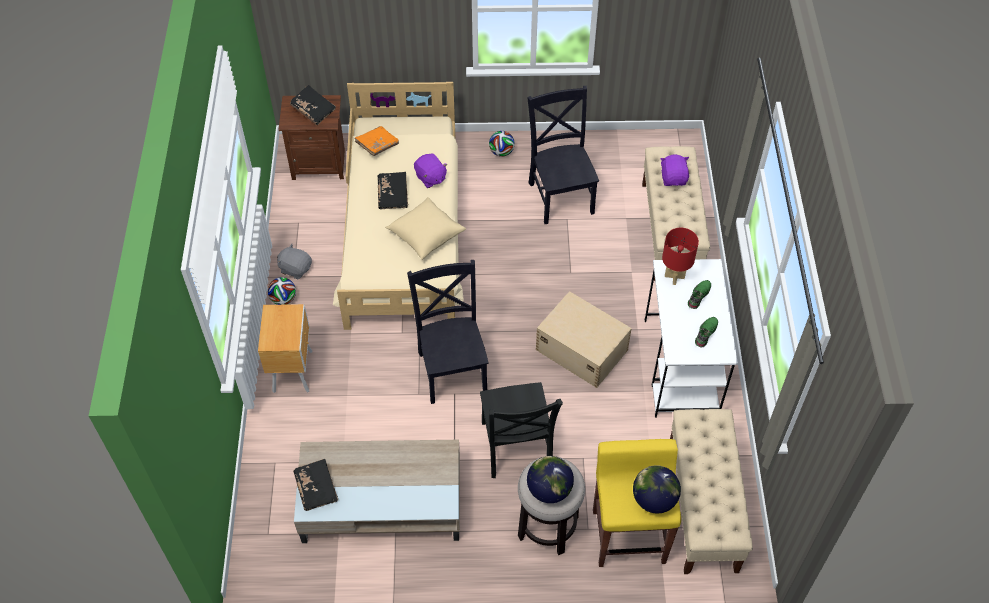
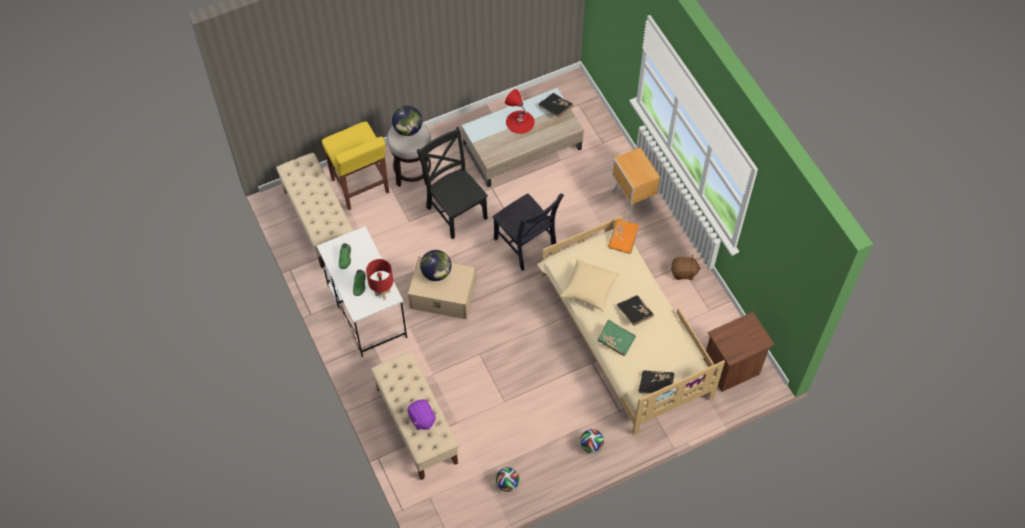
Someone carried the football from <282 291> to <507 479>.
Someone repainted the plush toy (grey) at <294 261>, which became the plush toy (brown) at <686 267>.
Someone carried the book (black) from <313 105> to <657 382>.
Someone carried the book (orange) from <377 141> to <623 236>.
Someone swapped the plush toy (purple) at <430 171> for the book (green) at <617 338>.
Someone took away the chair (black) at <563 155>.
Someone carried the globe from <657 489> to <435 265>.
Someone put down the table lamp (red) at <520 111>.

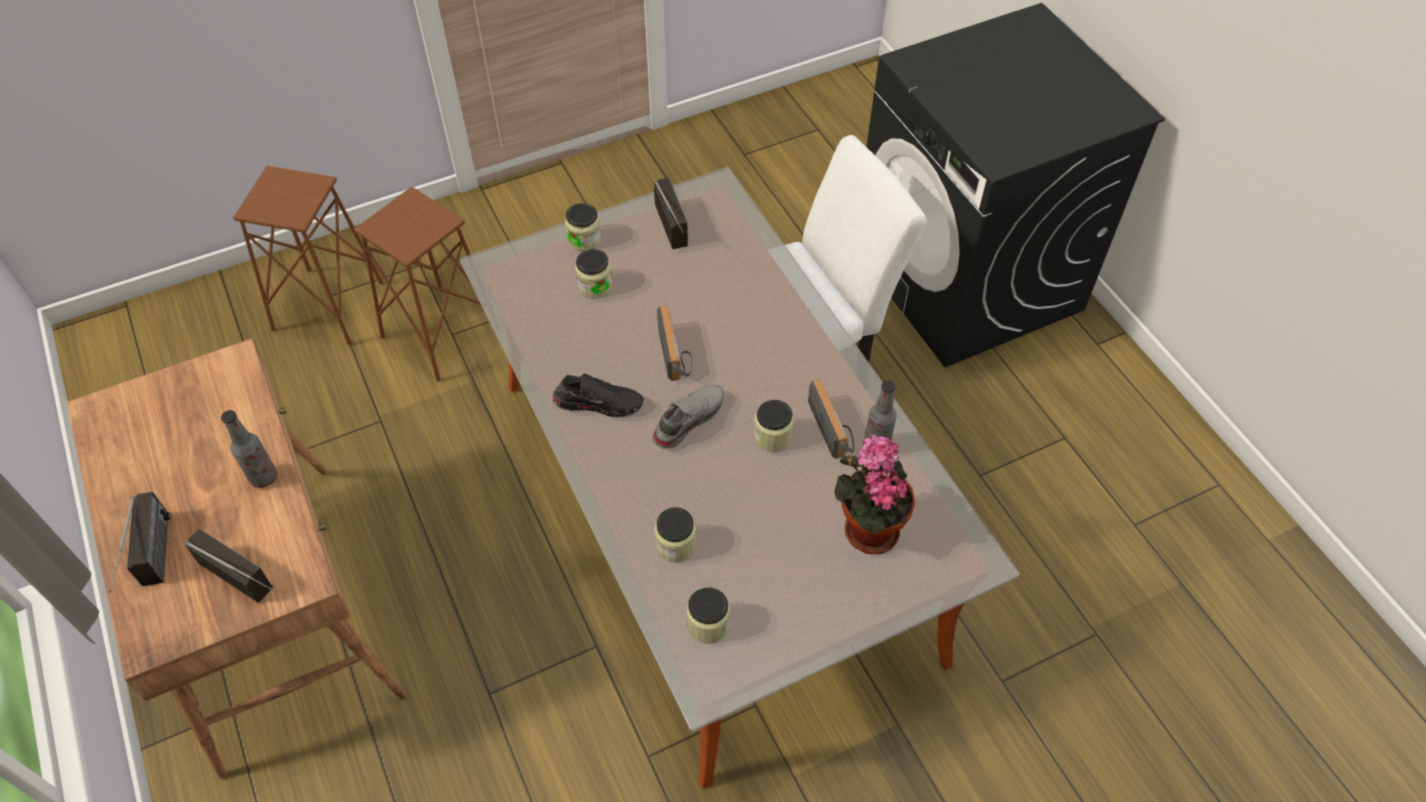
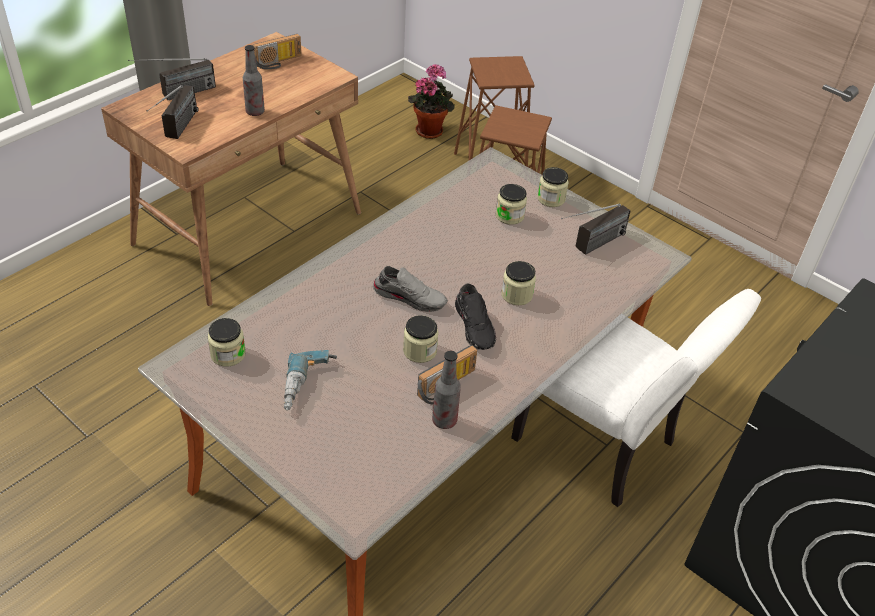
Someone carried the shoe (black) from <598 395> to <475 317>.
Someone carried the jar from <675 534> to <518 283>.
Someone carried the radio from <674 343> to <277 52>.
Someone carried the potted plant from <874 494> to <431 101>.
Someone put down the power drill at <310 380>.

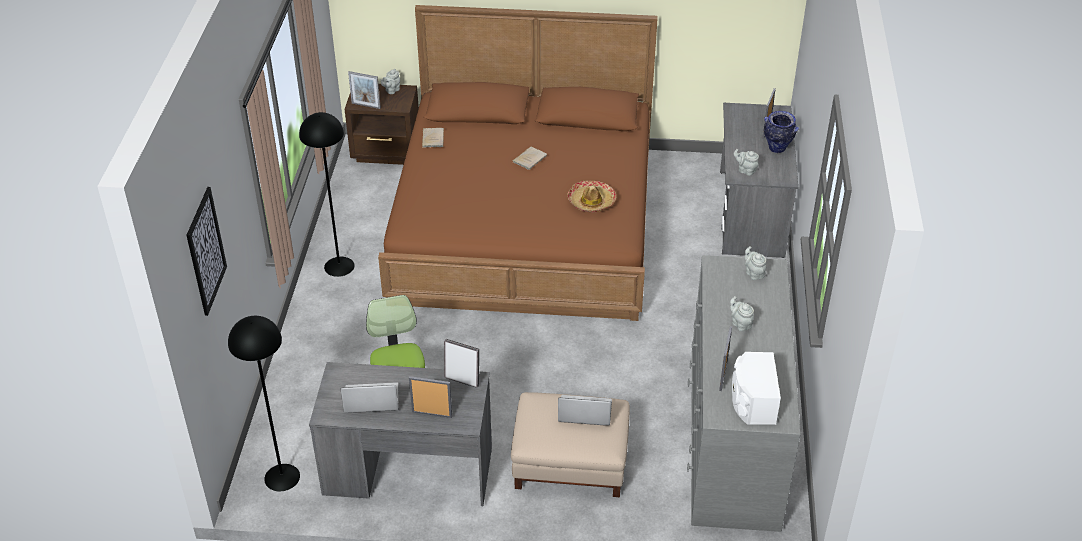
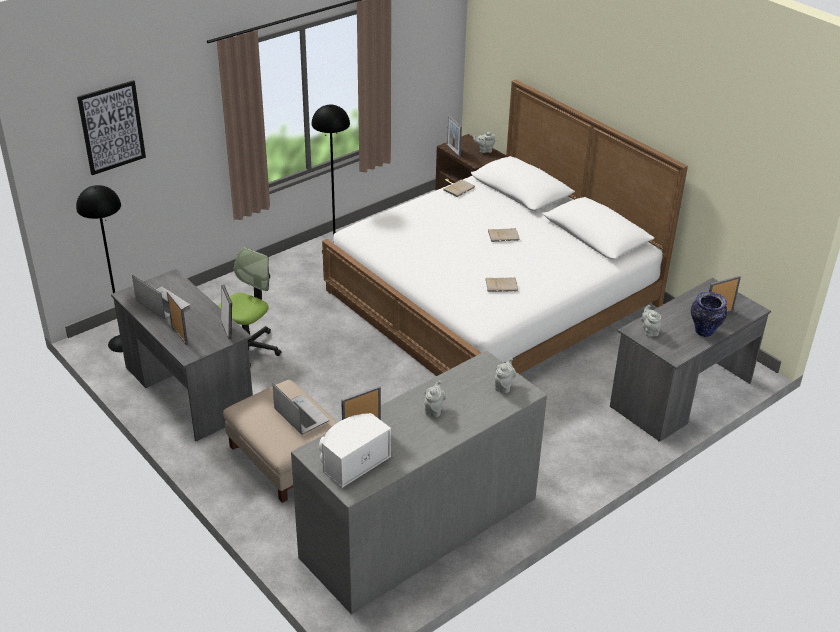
Someone repainted the bed (brown) at <518 163>, which became the bed (white) at <505 228>.
Someone swapped the hat at <591 196> for the book (beige) at <502 284>.

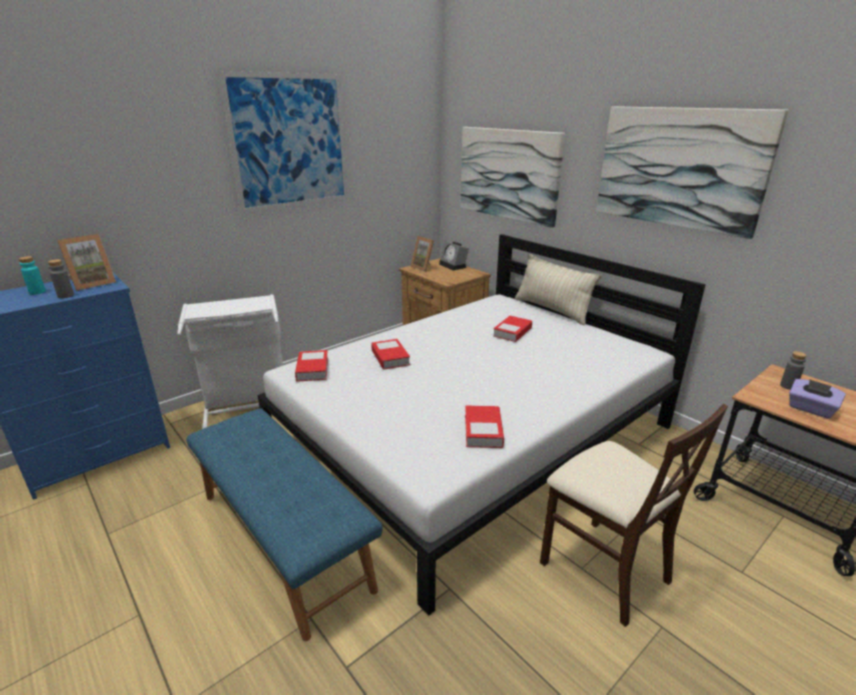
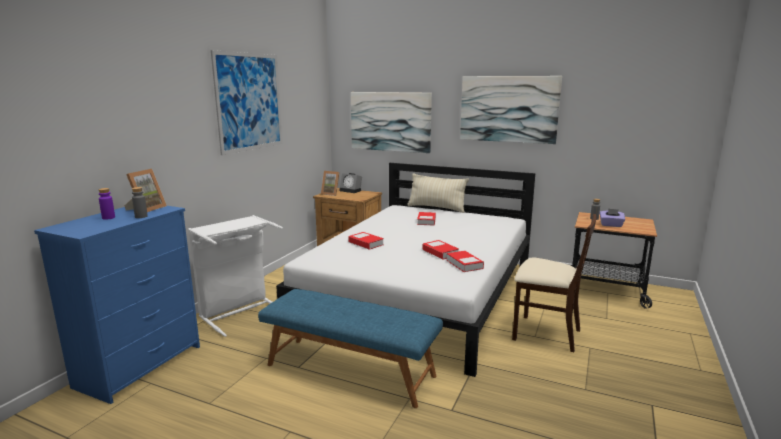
Someone repainted the bottle (turquoise) at <32 275>, which became the bottle (purple) at <106 204>.
Someone carried the book from <311 366> to <440 250>.

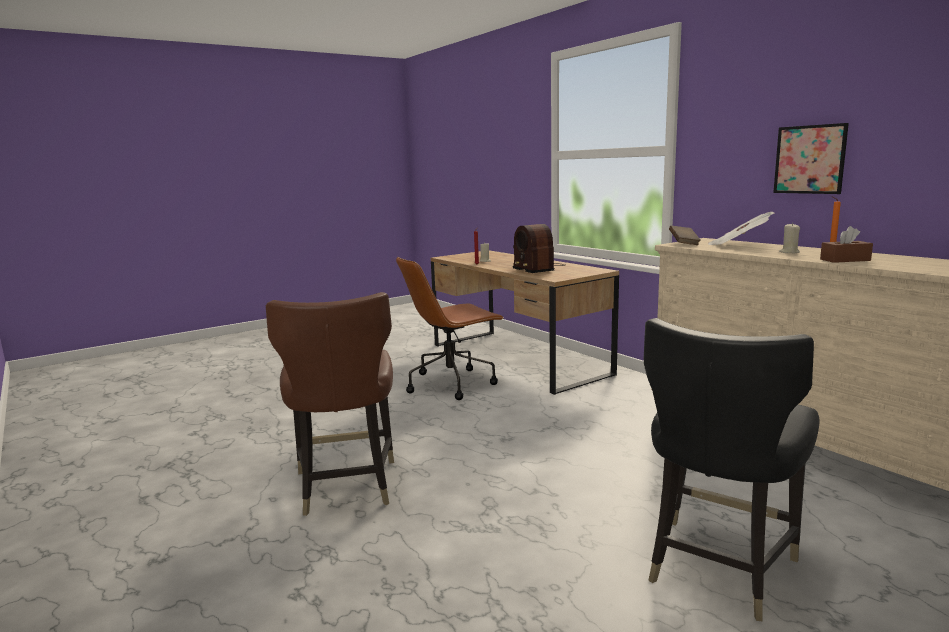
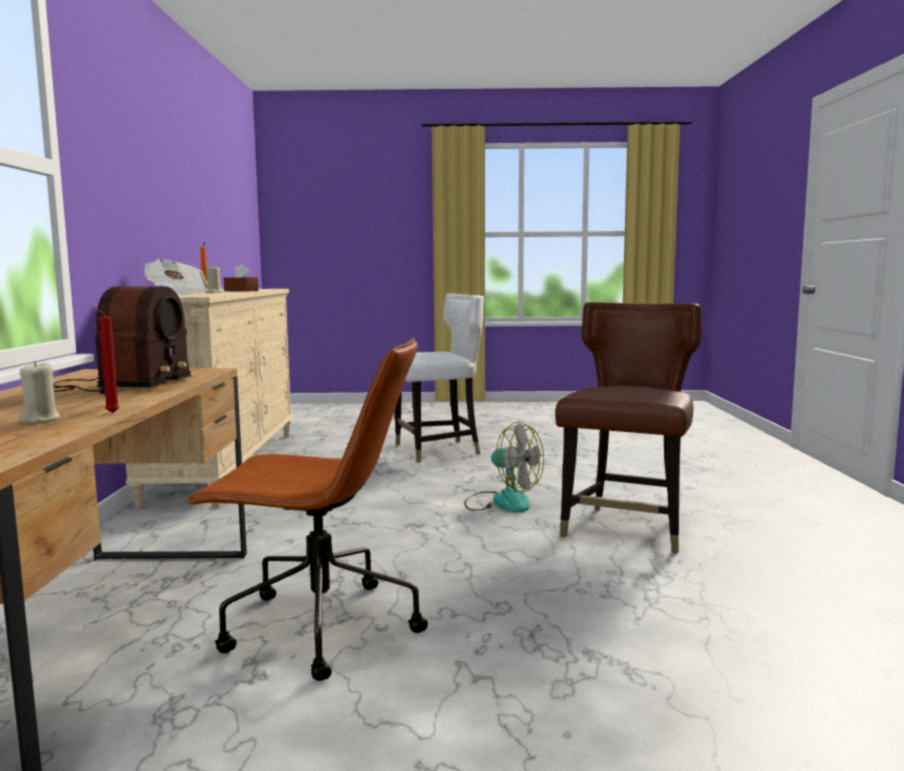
Someone repainted the chair (black) at <731 469>, which became the chair (white) at <439 378>.
Someone took away the book (brown) at <685 235>.
Someone took away the picture at <811 158>.
Someone put down the fan at <504 467>.

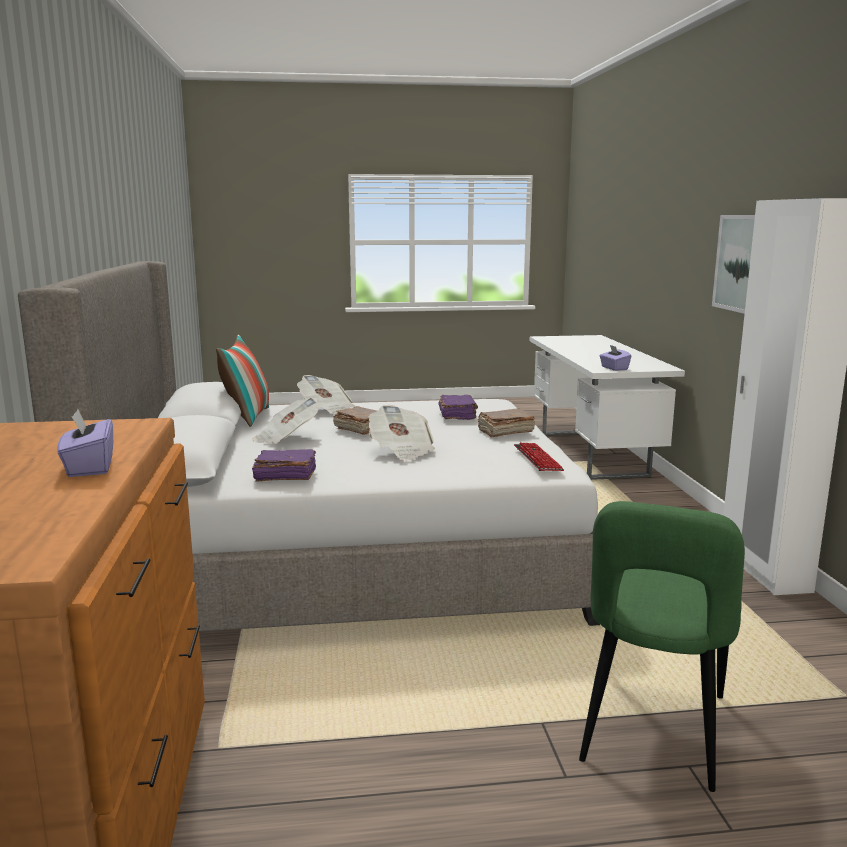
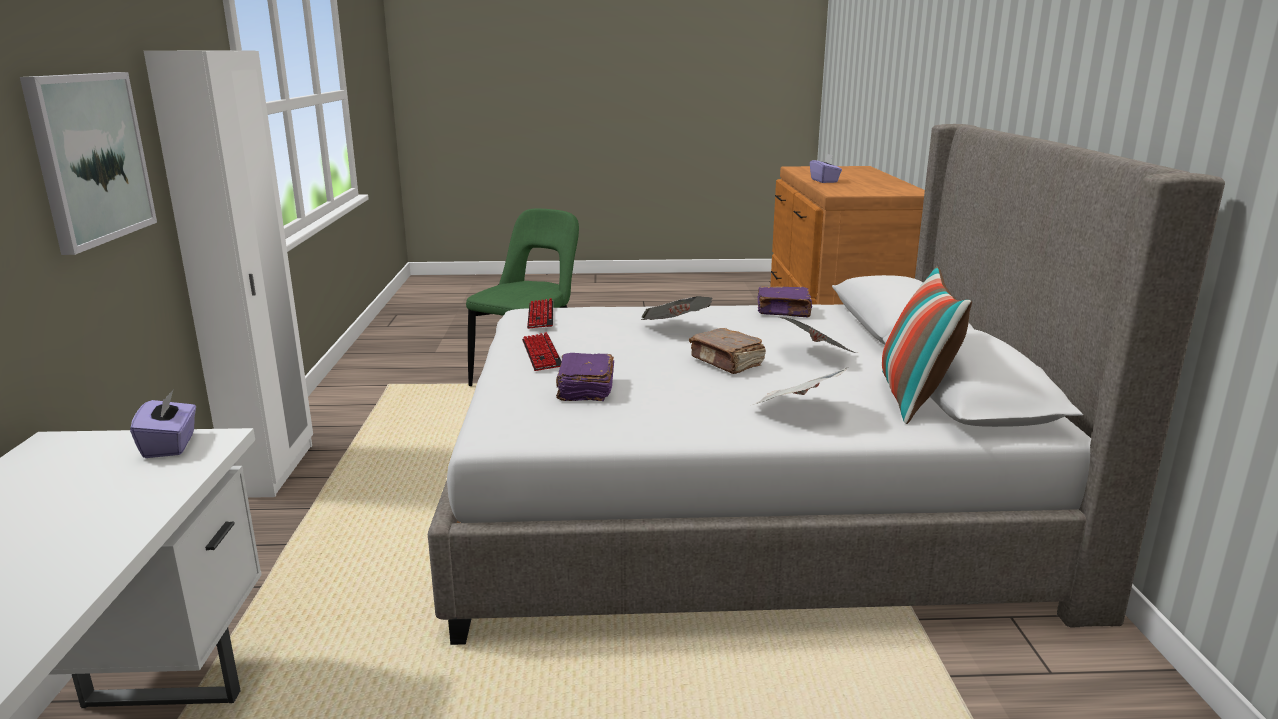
Someone swapped the book (brown) at <506 423> for the keyboard at <542 351>.

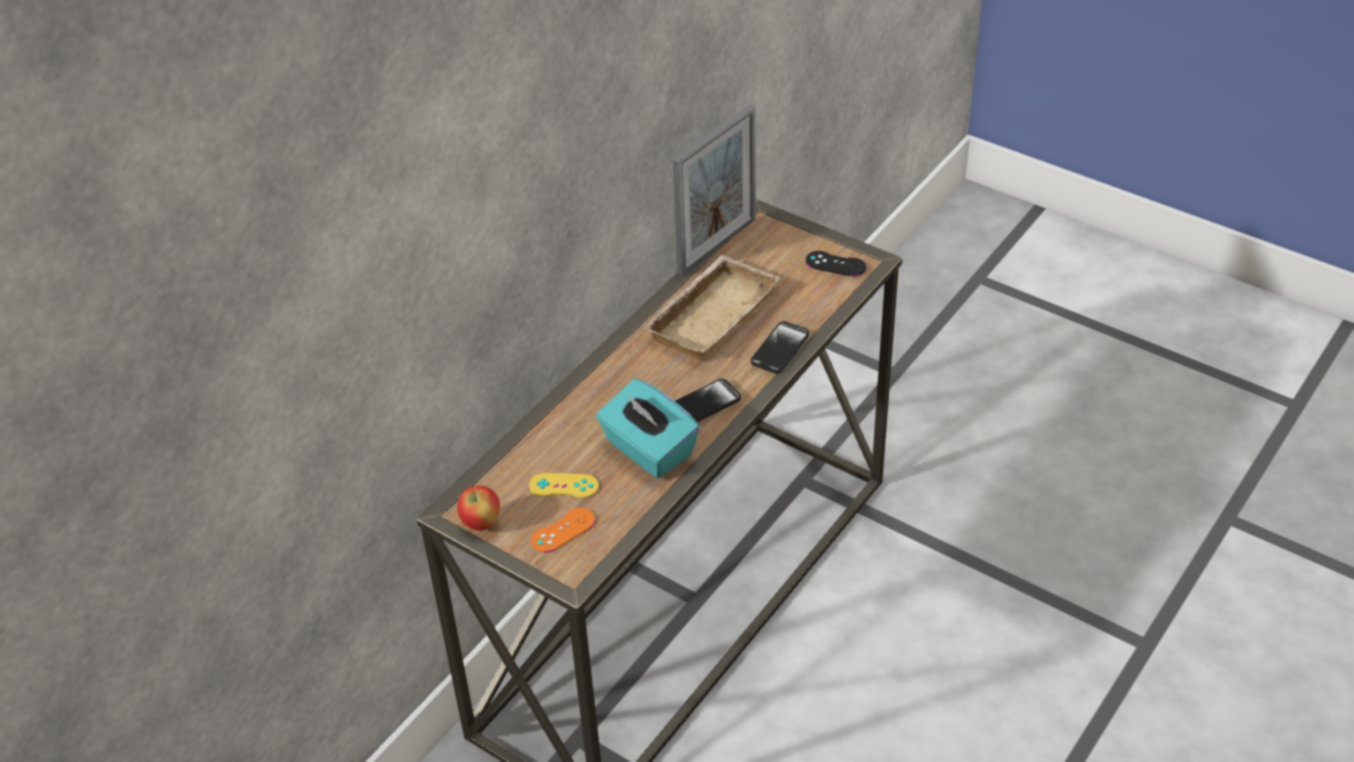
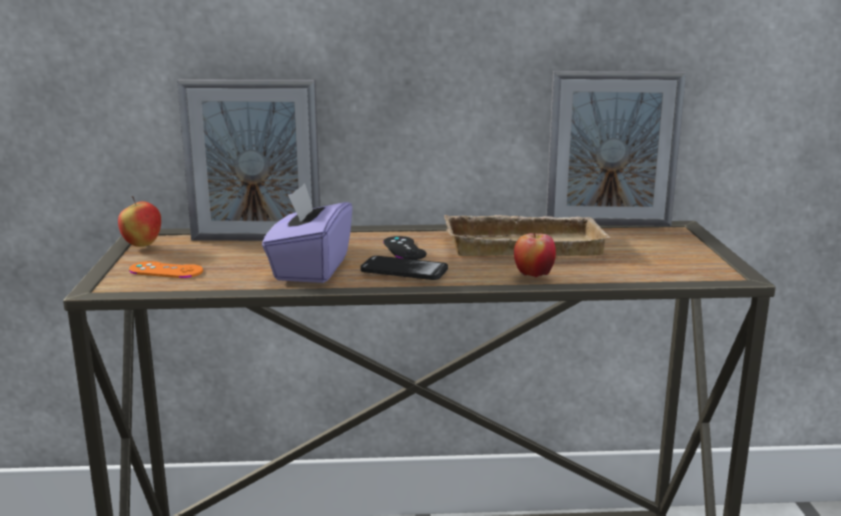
Someone took away the game controller (yellow) at <564 485>.
Someone repainted the tissue box (turquoise) at <648 428>, which became the tissue box (purple) at <307 233>.
Someone swapped the phone at <780 347> for the apple at <535 255>.
Someone carried the game controller (black) from <836 264> to <404 248>.
Someone put down the picture frame at <248 160>.

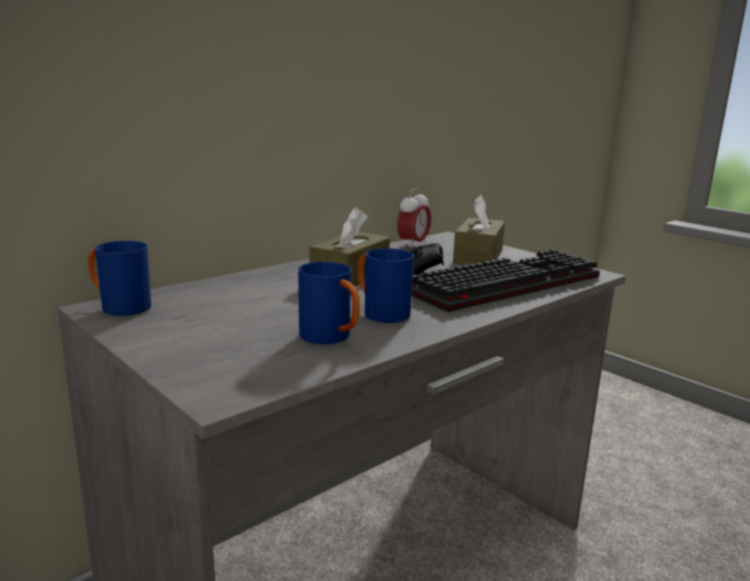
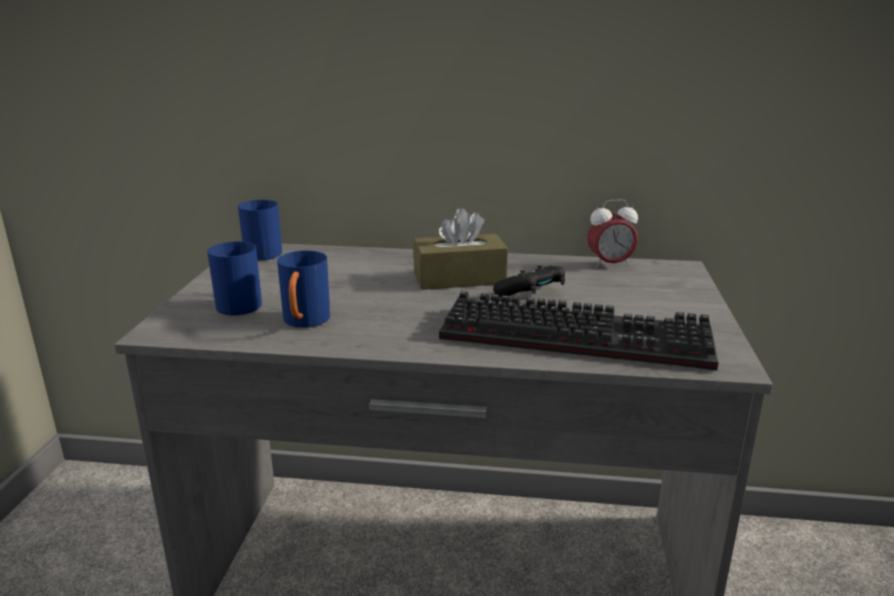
Someone carried the mug (blue) from <386 285> to <234 278>.
Someone took away the tissue box (brown) at <479 230>.

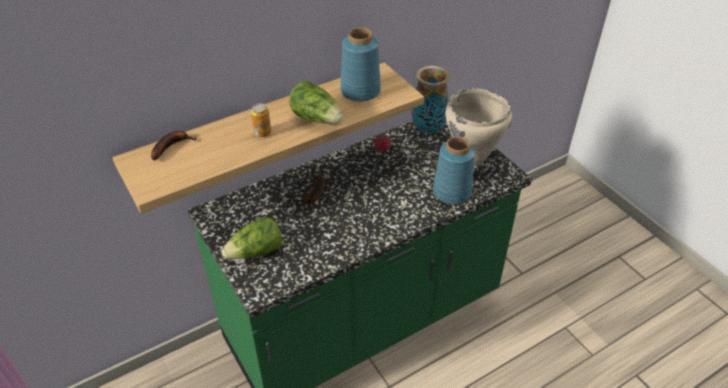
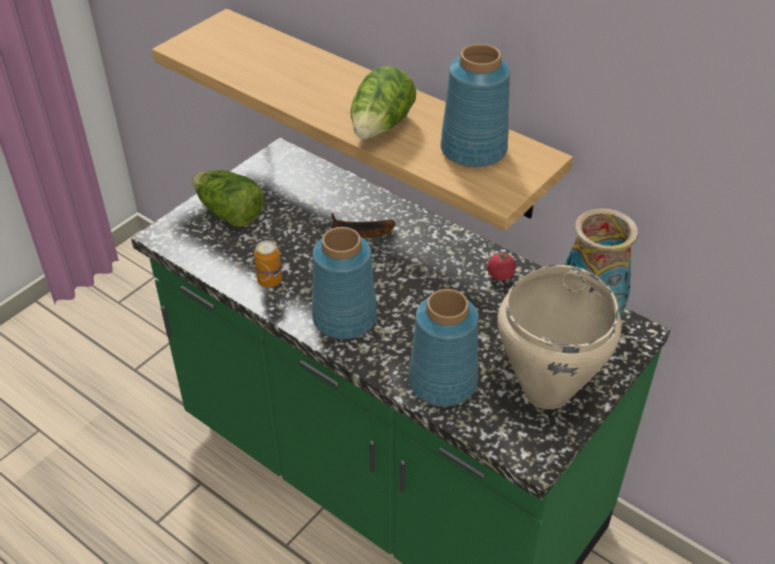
Someone took away the banana at <174 146>.
Someone carried the can from <261 120> to <268 264>.
Someone put down the vase (blue) at <344 283>.

